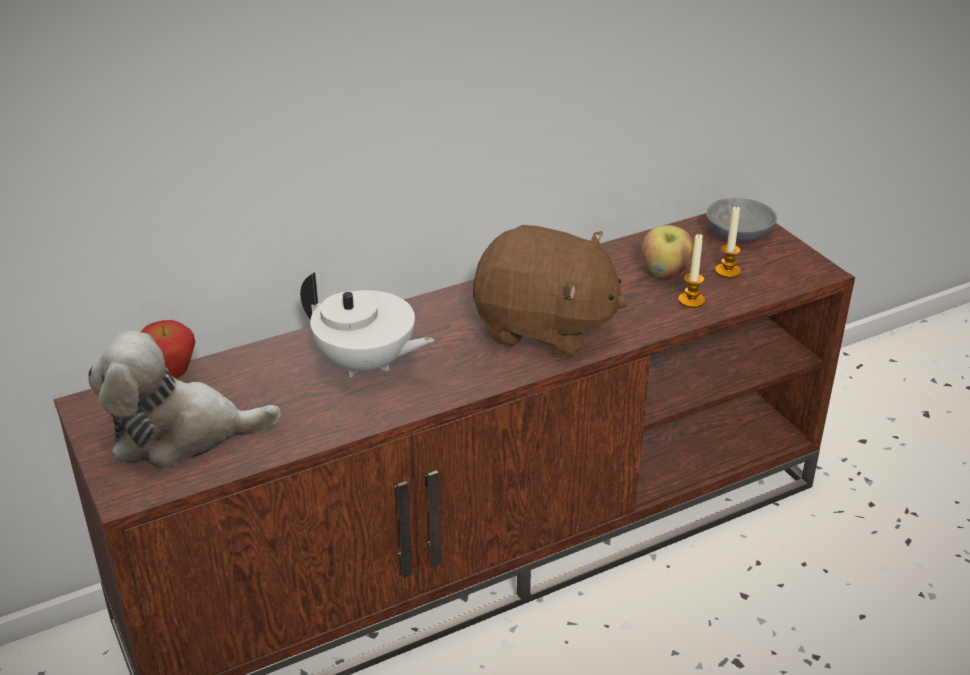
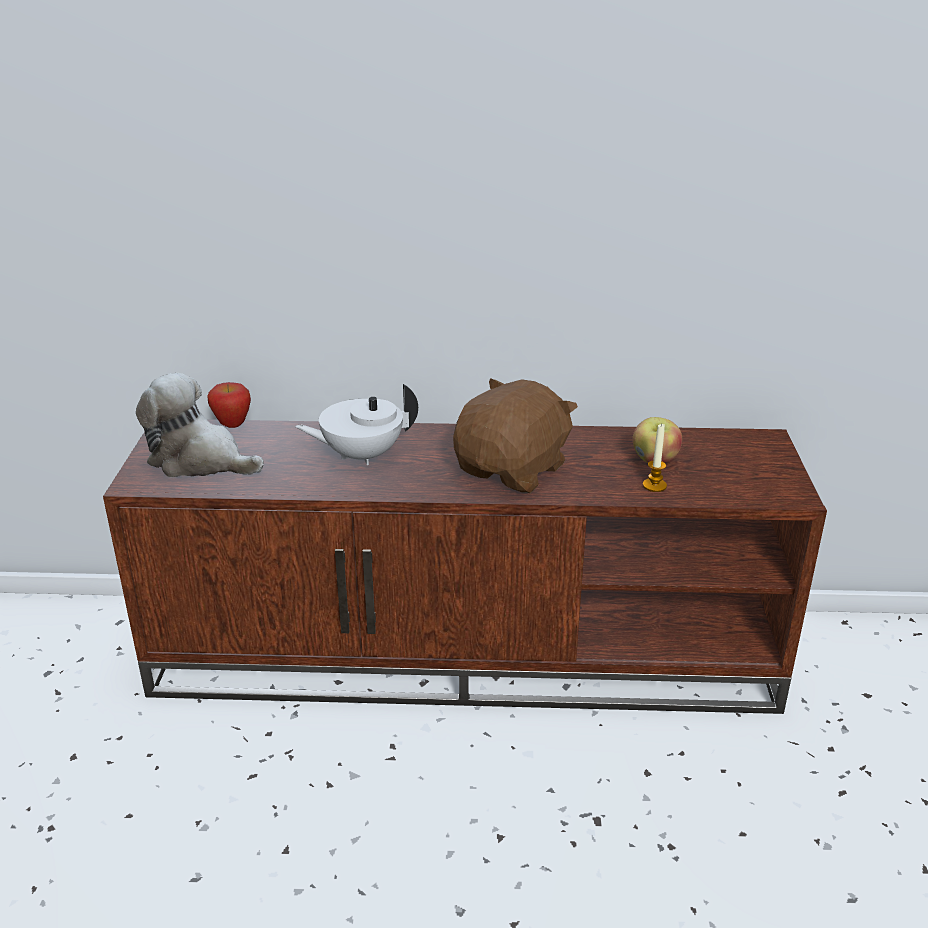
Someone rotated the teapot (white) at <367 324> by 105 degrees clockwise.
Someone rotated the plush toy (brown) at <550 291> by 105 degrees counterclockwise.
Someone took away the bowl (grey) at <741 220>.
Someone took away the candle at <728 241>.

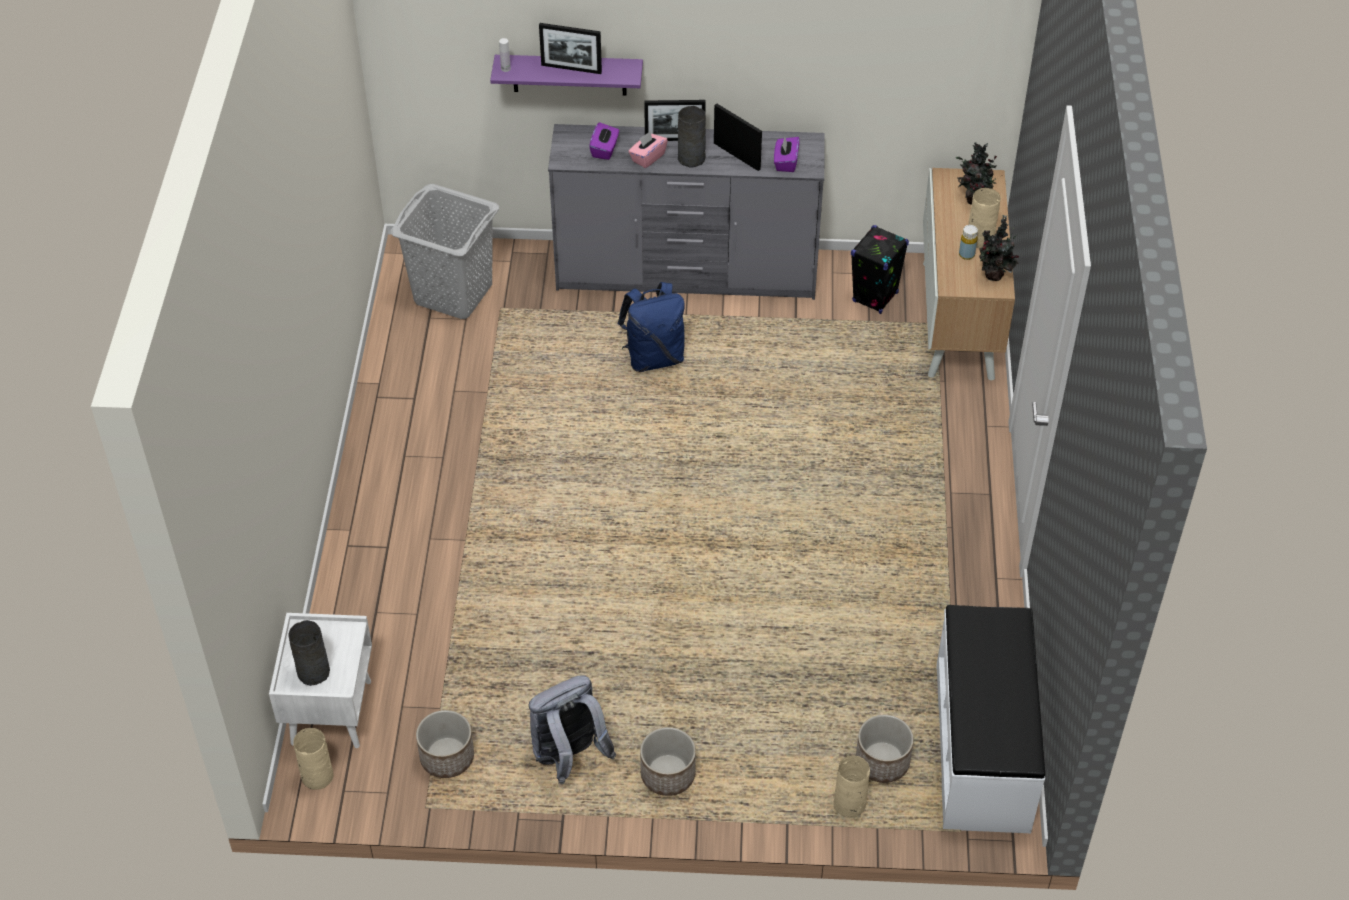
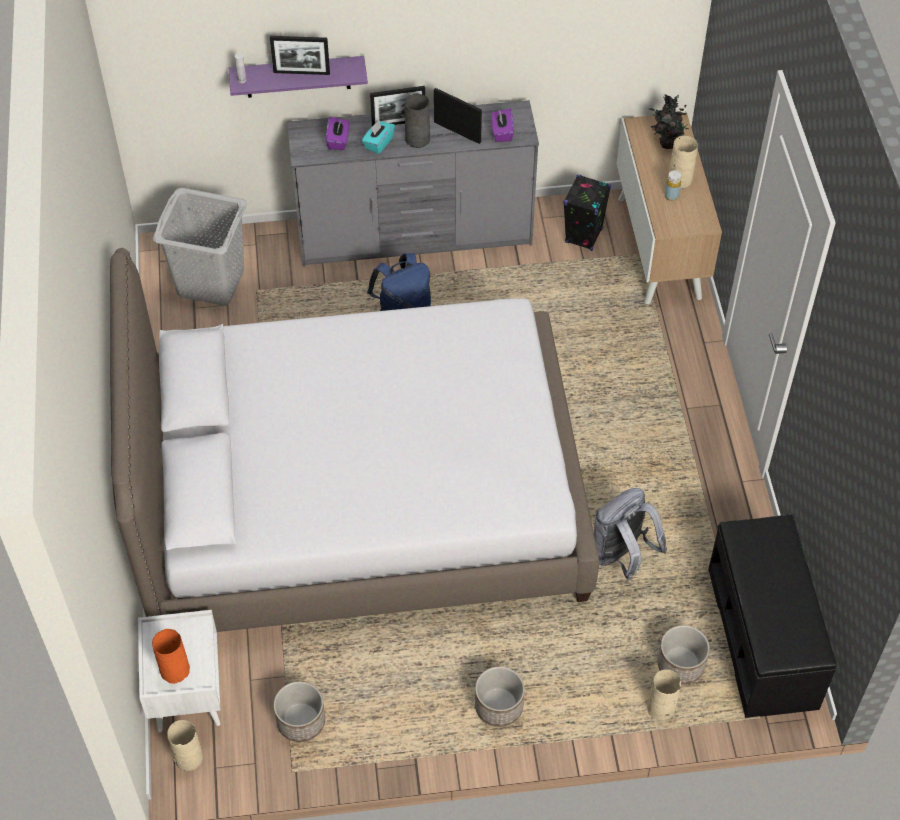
Someone repainted the vase (grey) at <309 653>, which became the vase (orange) at <171 656>.
Someone carried the backpack (grey) from <573 729> to <630 534>.
Someone repainted the tissue box (pink) at <648 149>, which became the tissue box (turquoise) at <378 137>.
Someone repainted the bench (white) at <990 719>, which became the bench (black) at <772 616>.
Someone took away the potted plant at <999 248>.
Someone put down the bed at <354 440>.

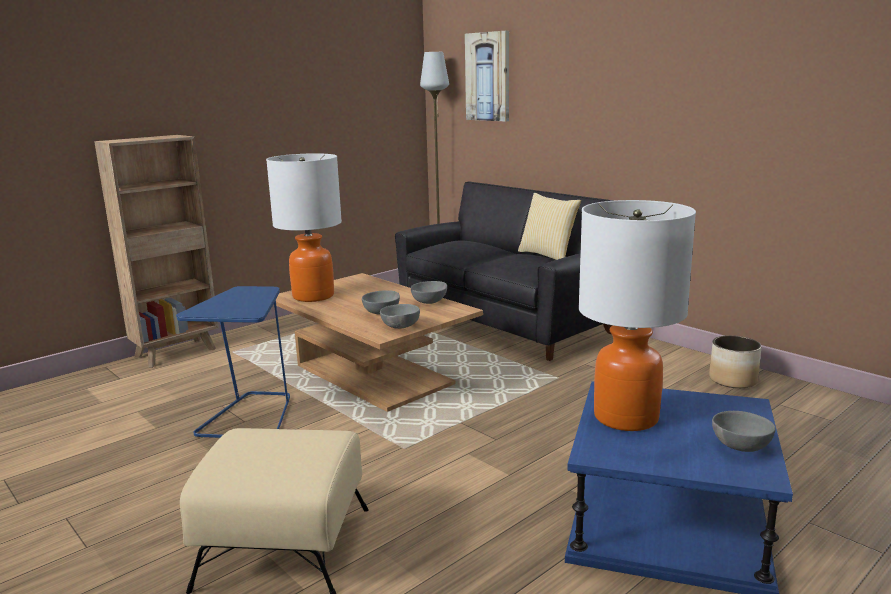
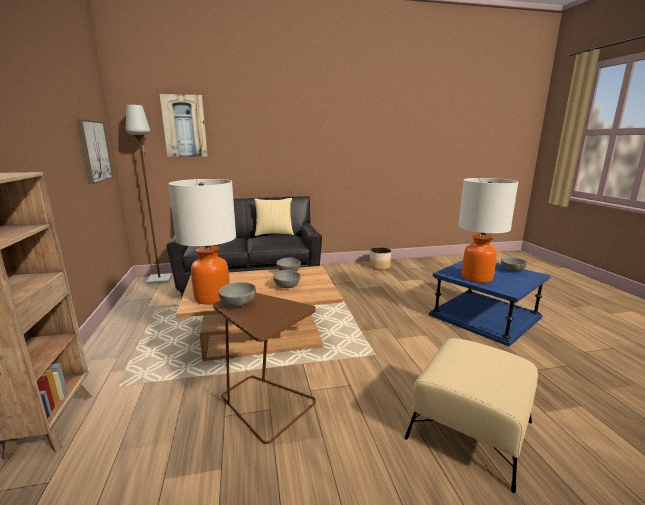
Someone repainted the side table (blue) at <233 362>, which became the side table (brown) at <264 368>.
Someone carried the bowl (grey) from <400 316> to <237 294>.
Someone put up the picture at <95 151>.

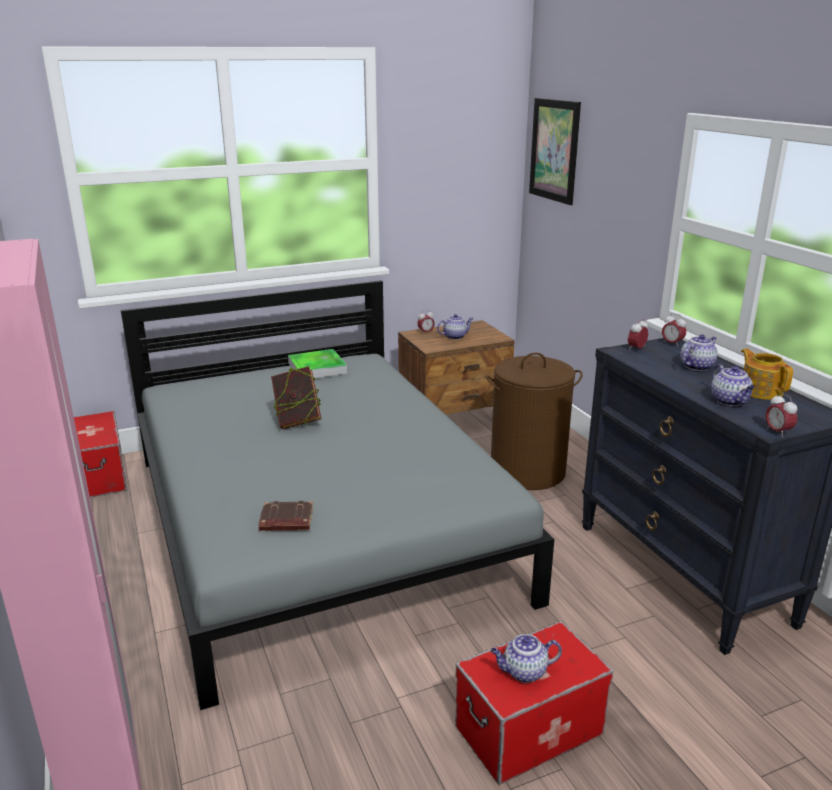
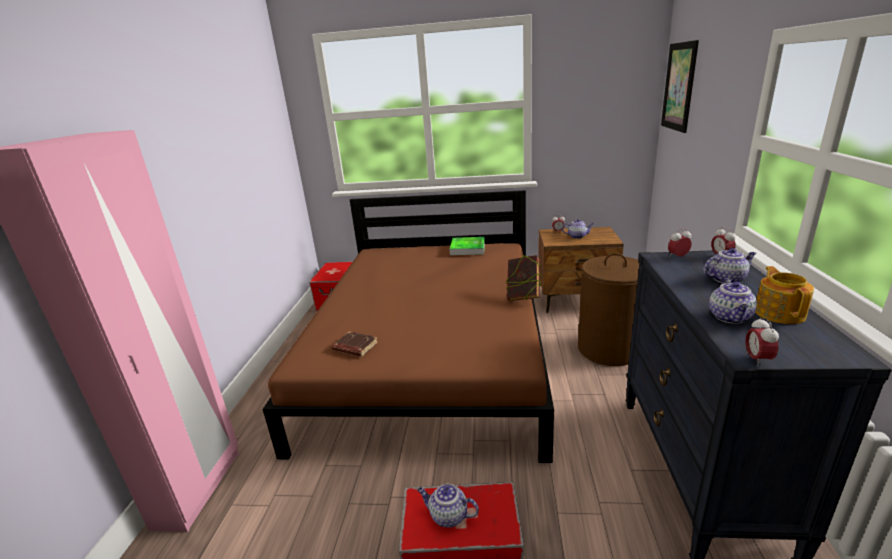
Someone repainted the bed (grey) at <337 495>, which became the bed (brown) at <408 326>.
Someone carried the book from <296 397> to <524 278>.

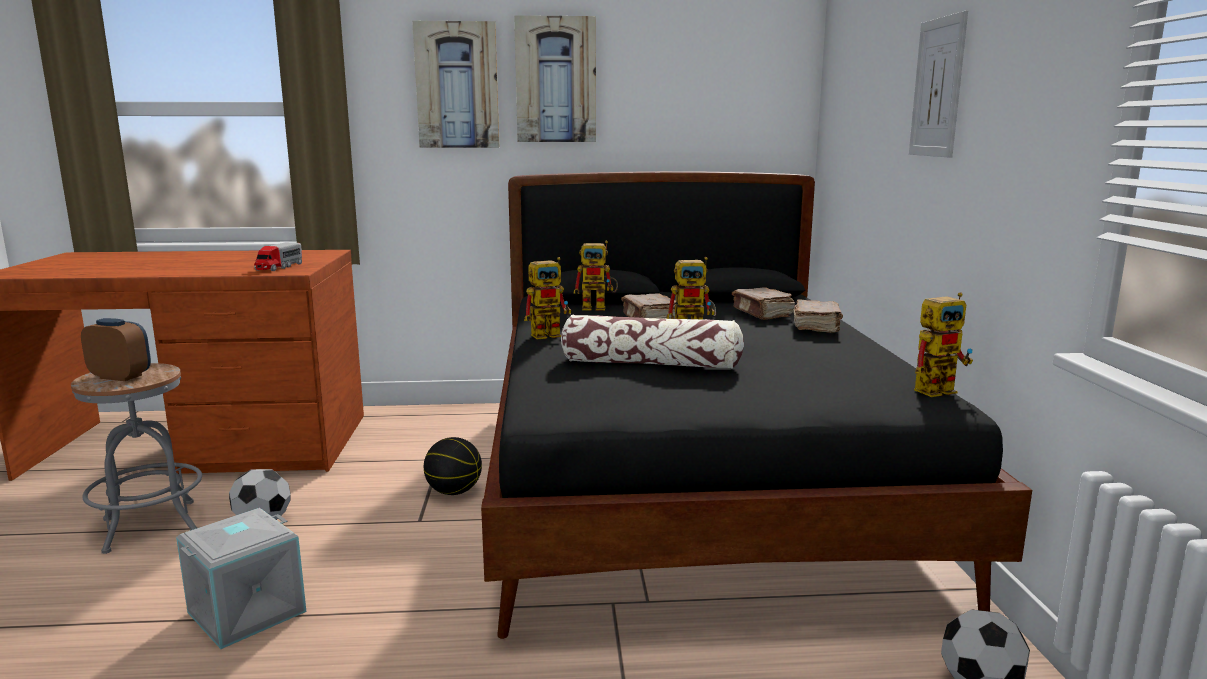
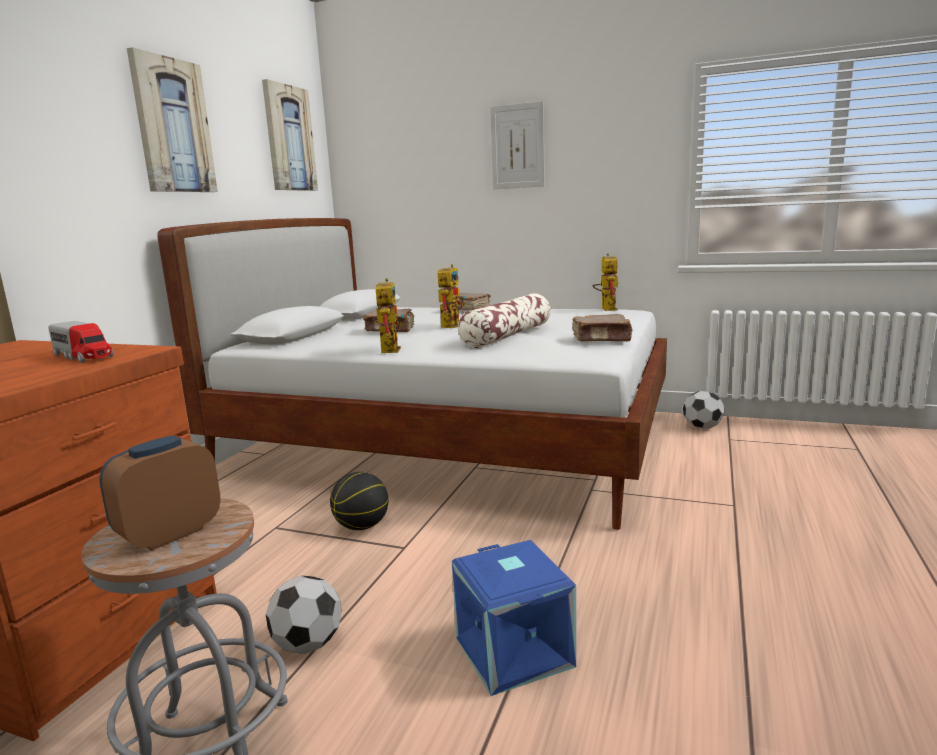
Someone repainted the storage box (grey) at <241 578>, which became the storage box (blue) at <514 618>.
Someone carried the picture from <456 84> to <290 135>.
Someone repainted the bed (black) at <756 405>, which became the bed (white) at <412 374>.
Someone took away the toy robot at <595 275>.
Someone carried the book (brown) from <763 304> to <602 327>.

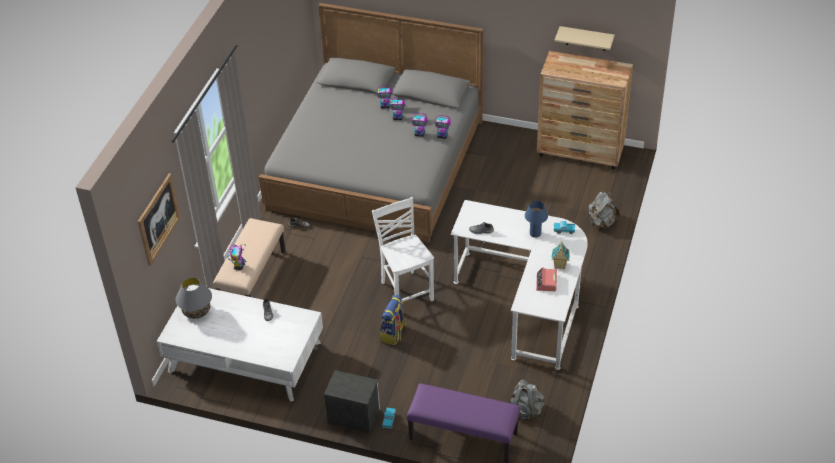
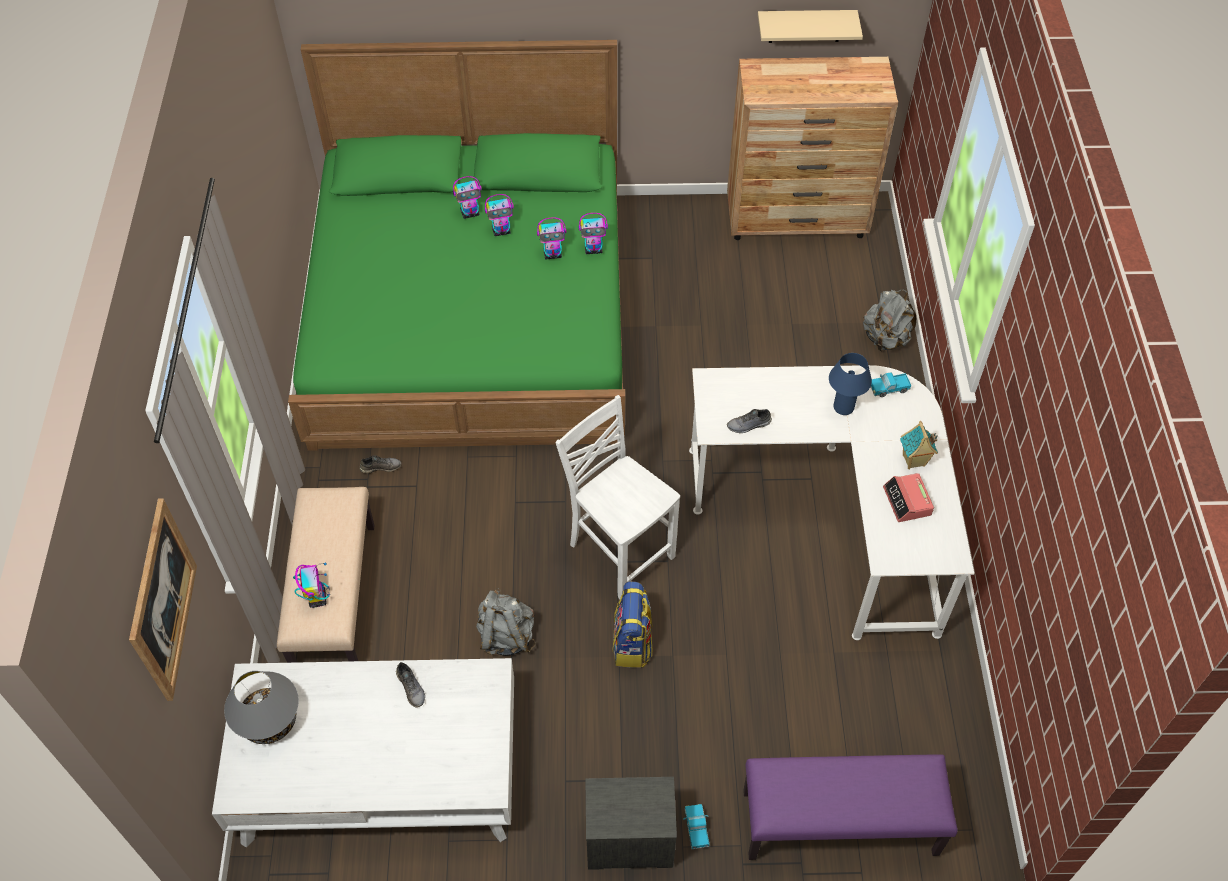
Someone repainted the bed (grey) at <371 123>, which became the bed (green) at <456 245>.
Someone carried the backpack (grey) from <528 400> to <505 622>.

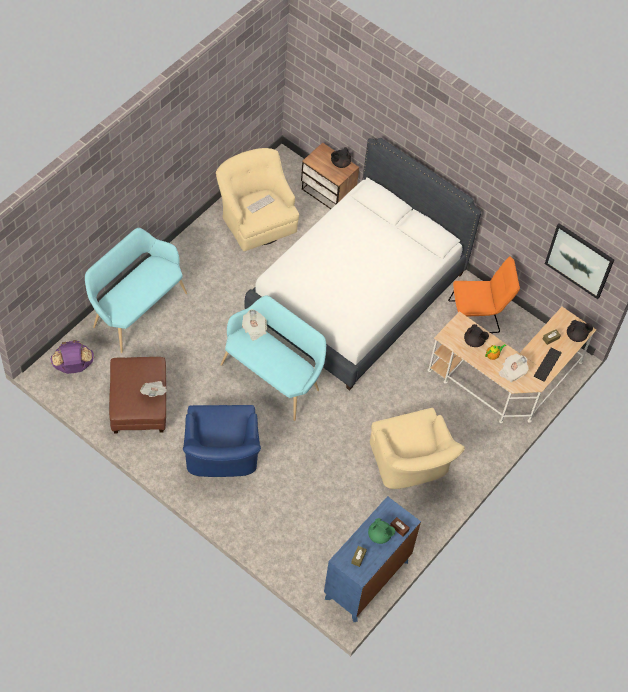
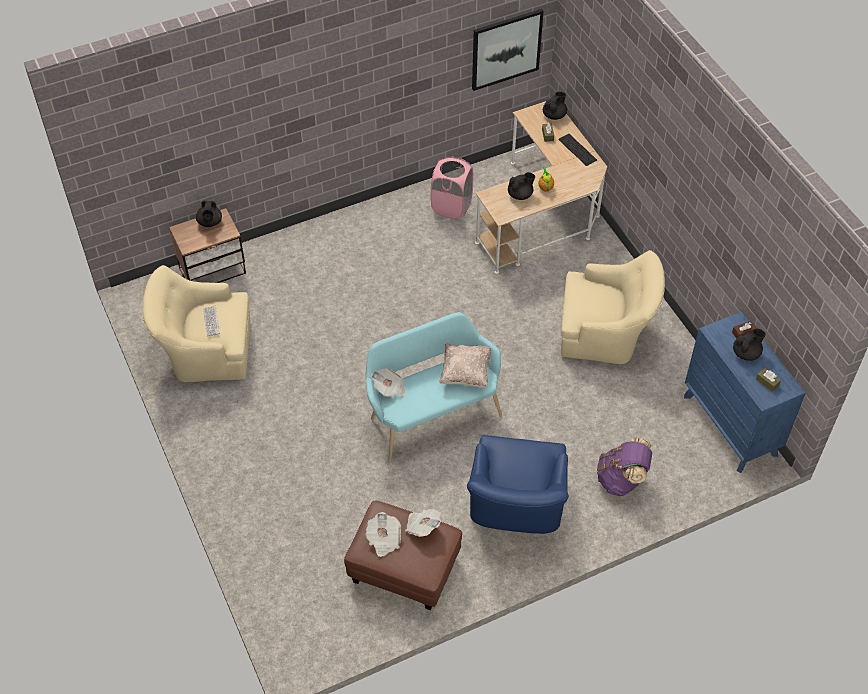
Someone carried the backpack (purple) from <72 357> to <624 467>.
Someone took away the bench (turquoise) at <136 290>.
Someone rotated the armchair (blue) at <222 441> by 75 degrees clockwise.
Someone took away the bed (white) at <363 264>.
Someone repainted the teapot (green) at <381 531>, which became the teapot (black) at <749 344>.
Someone swapped the chair (orange) at <484 295> for the laundry basket (pink) at <452 188>.
Someone carried the newspaper from <513 368> to <383 534>.
Someone put down the pillow (beige) at <465 365>.

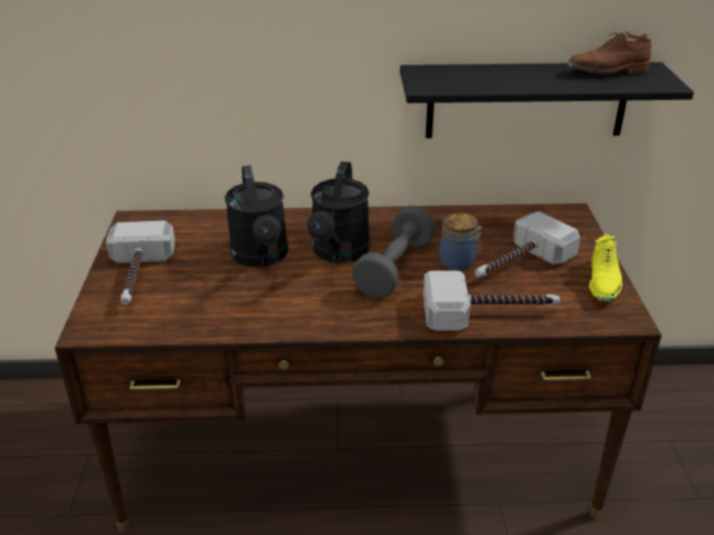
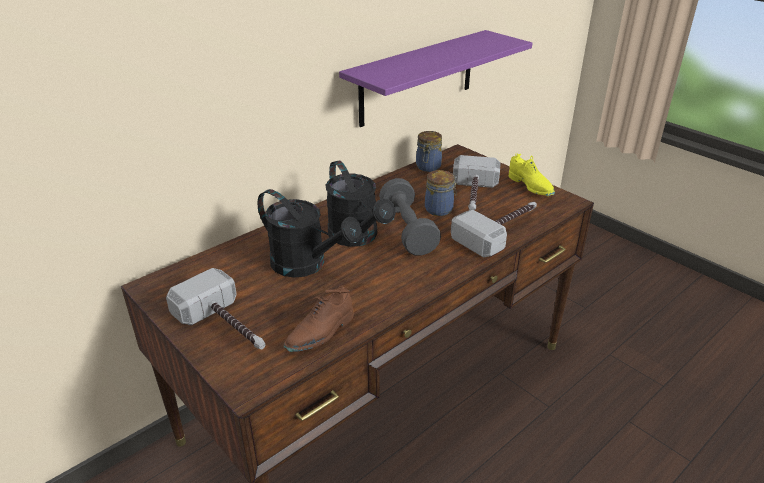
Someone repainted the shelf (black) at <547 100>, which became the shelf (purple) at <436 78>.
Someone carried the shoe (brown) from <609 53> to <319 318>.
Someone put down the jar at <429 151>.

